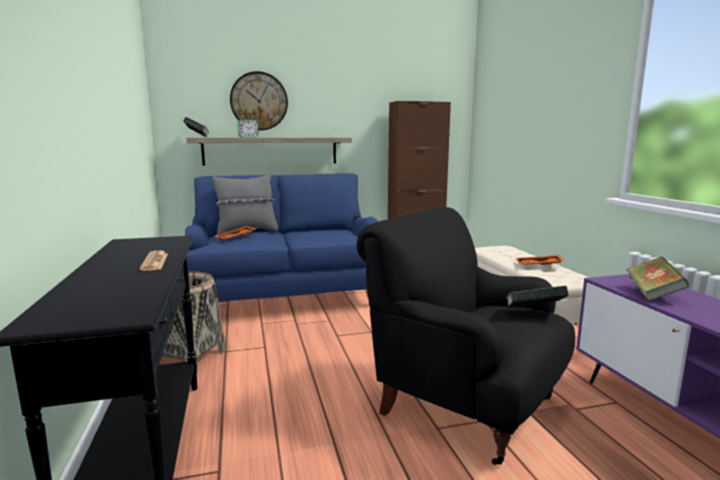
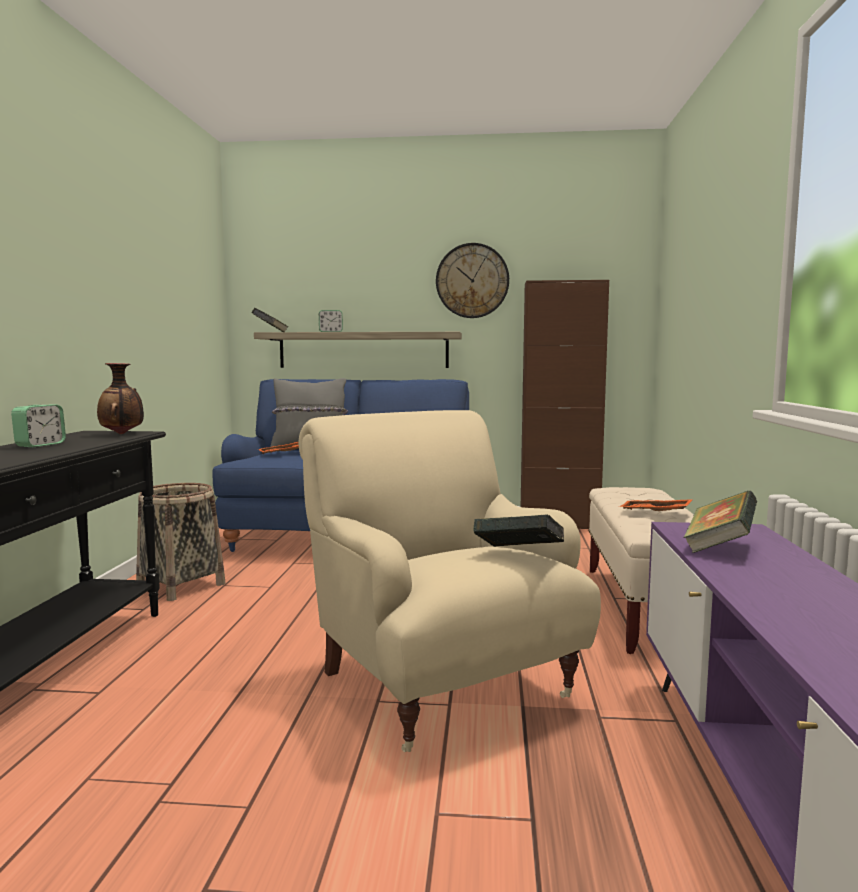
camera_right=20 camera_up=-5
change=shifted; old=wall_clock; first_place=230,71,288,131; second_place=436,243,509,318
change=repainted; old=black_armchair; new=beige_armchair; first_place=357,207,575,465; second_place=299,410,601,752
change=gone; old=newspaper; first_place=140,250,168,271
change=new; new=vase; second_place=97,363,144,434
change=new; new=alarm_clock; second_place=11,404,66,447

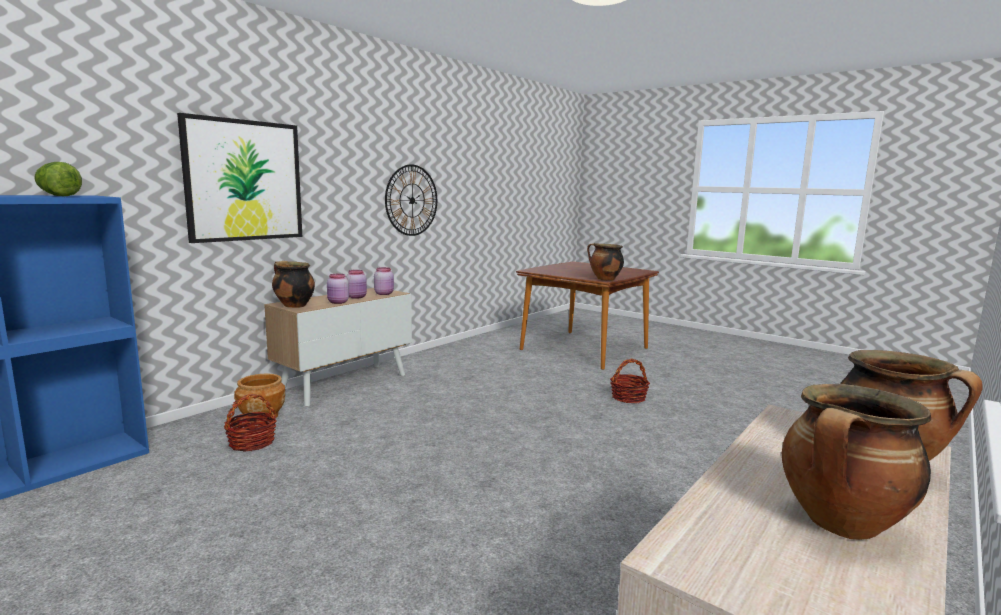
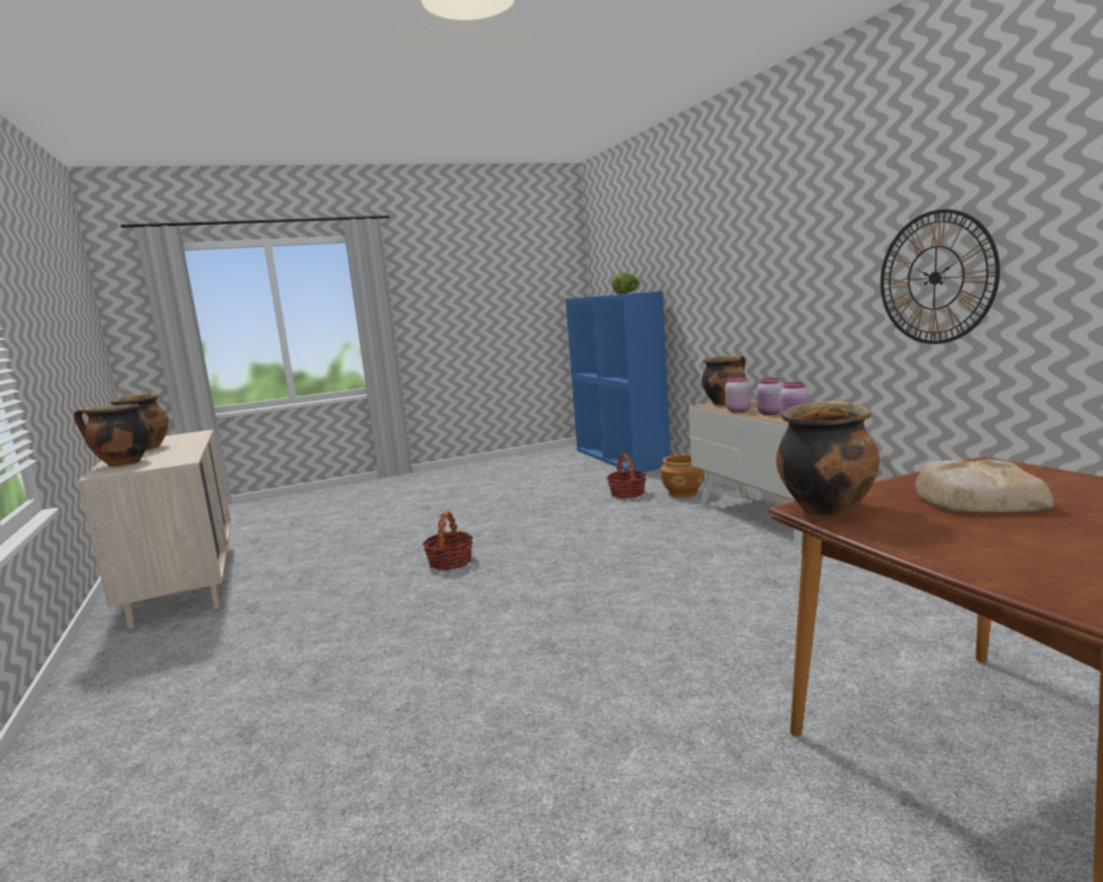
camera_right=120 camera_up=0
change=gone; old=picture; first_place=177,113,302,243
change=shifted; old=basket; first_place=610,359,650,403; second_place=422,511,473,570
change=new; new=bread; second_place=915,460,1054,513

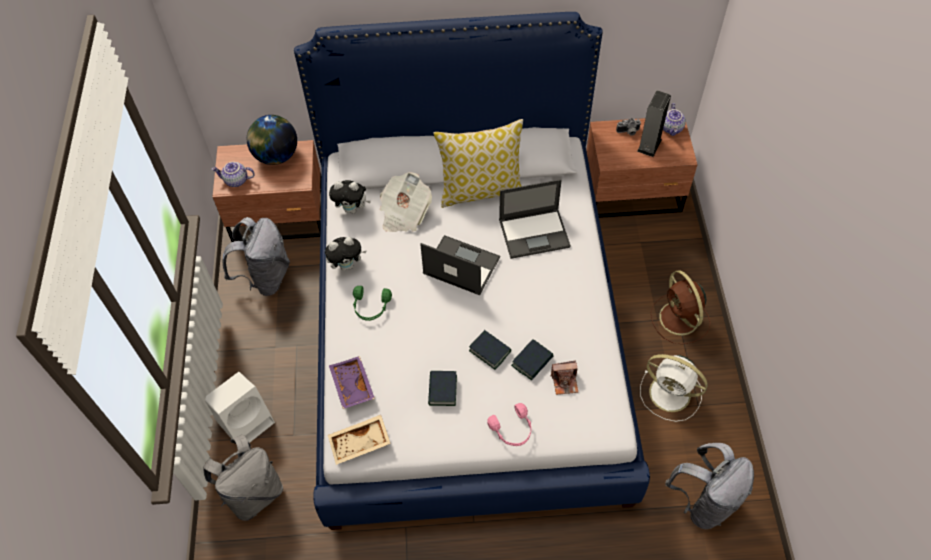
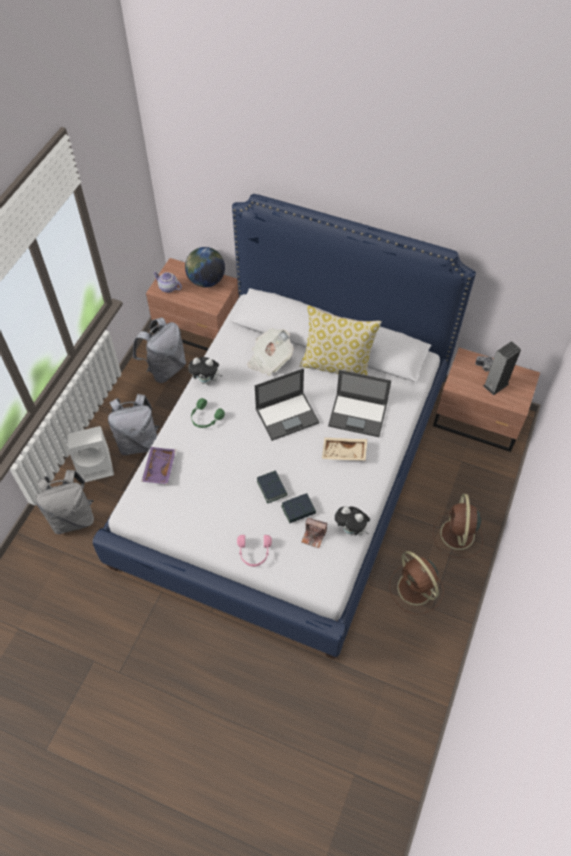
camera_right=25 camera_up=0
change=gone; old=teapot; first_place=663,103,686,136
change=shifted; old=plush_toy; first_place=329,180,371,214; second_place=335,506,370,536
change=rotated; old=laptop; first_place=420,235,501,295; second_place=255,368,319,441; degrees=105
change=repainted; old=white_fan; new=brown_fan; first_place=640,354,708,422; second_place=389,551,444,615
change=gone; old=book; first_place=428,371,457,406
change=shifted; old=beige_tray; first_place=328,415,391,465; second_place=322,438,367,461
change=shifted; old=grey_backpack; first_place=665,443,754,529; second_place=108,394,159,455

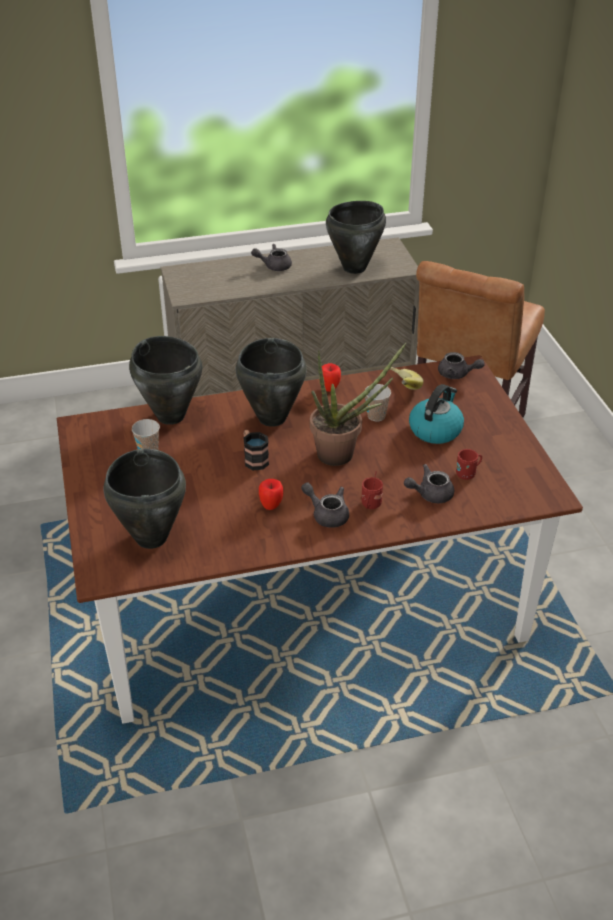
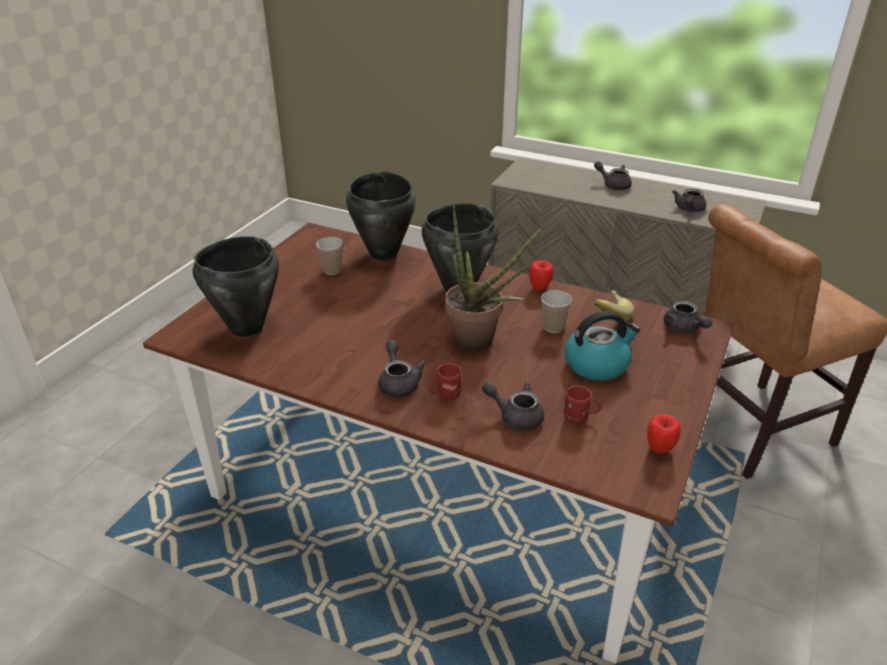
camera_right=40 camera_up=-5
change=swapped; old=black_cooking_pot; new=grey_teapot; first_place=326,201,386,274; second_place=672,189,706,212
change=gone; old=mug; first_place=244,430,269,470
change=shifted; old=apple; first_place=259,479,283,510; second_place=647,415,681,453

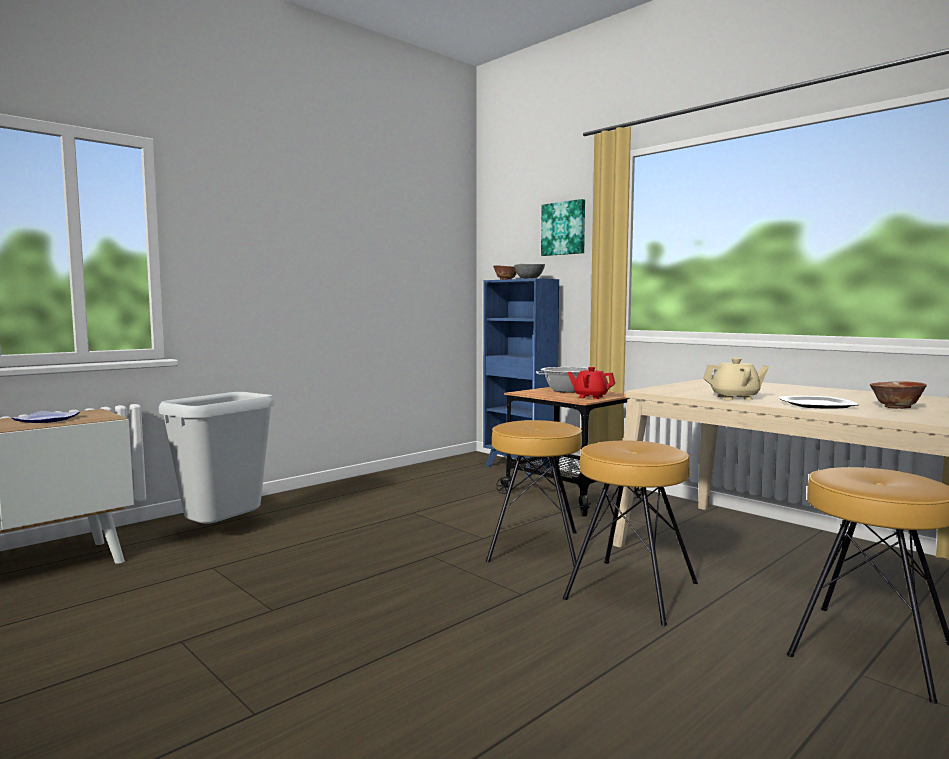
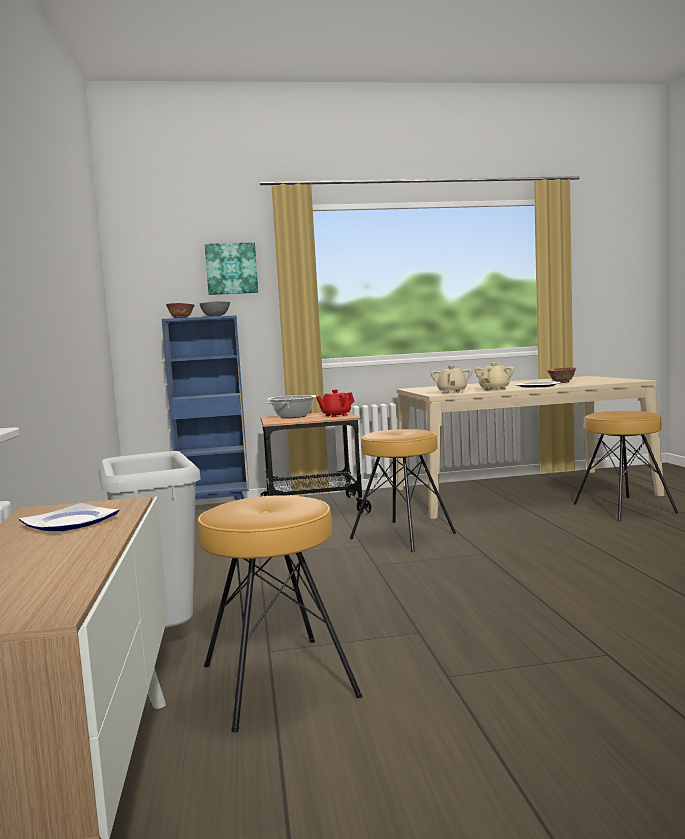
camera_right=-55 camera_up=0
change=shifted; old=brown_stool; first_place=563,440,698,626; second_place=198,495,362,733
change=new; new=beige_teapot; second_place=431,365,473,394

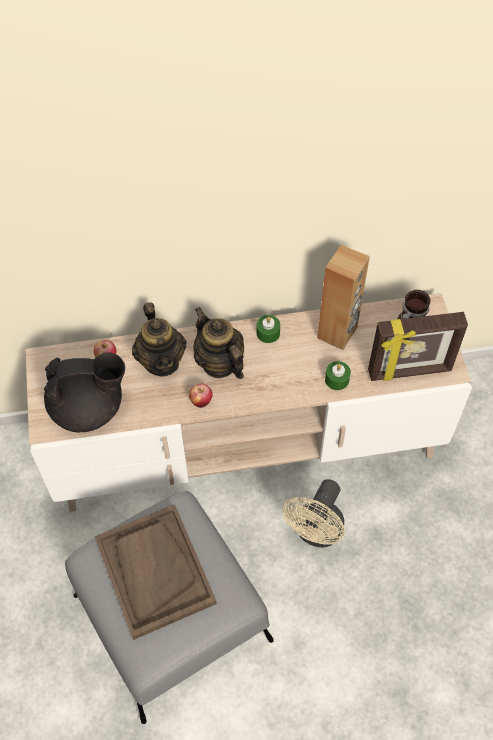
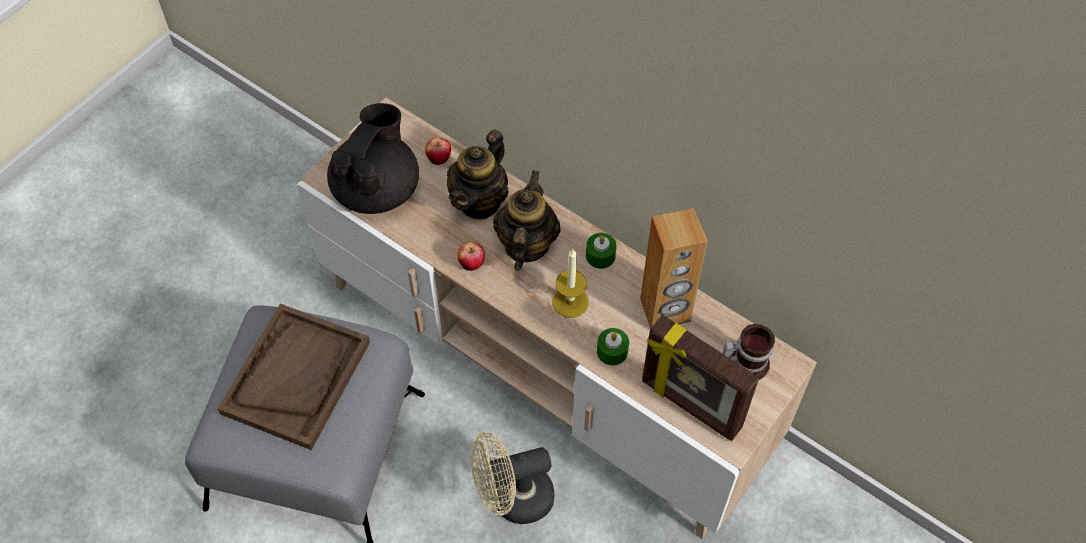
camera_right=45 camera_up=0
change=rotated; old=black_teapot; first_place=44,352,125,432; second_place=327,103,419,214; degrees=-105
change=new; new=candle; second_place=552,249,589,318

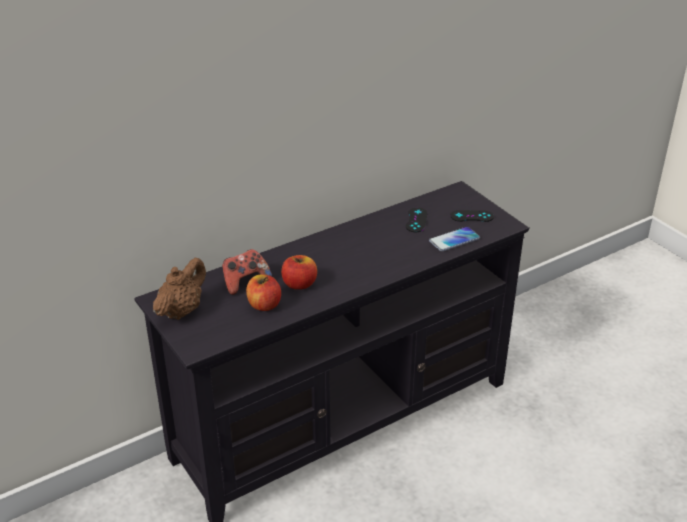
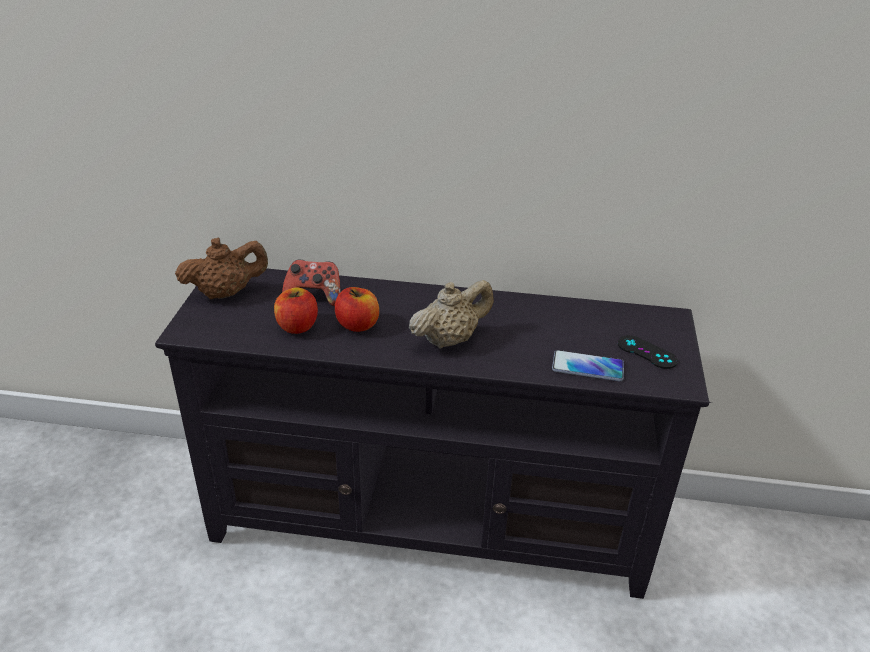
camera_right=40 camera_up=0
change=gone; old=black_game_controller; first_place=406,208,427,232
change=new; new=beige_teapot; second_place=409,280,494,349

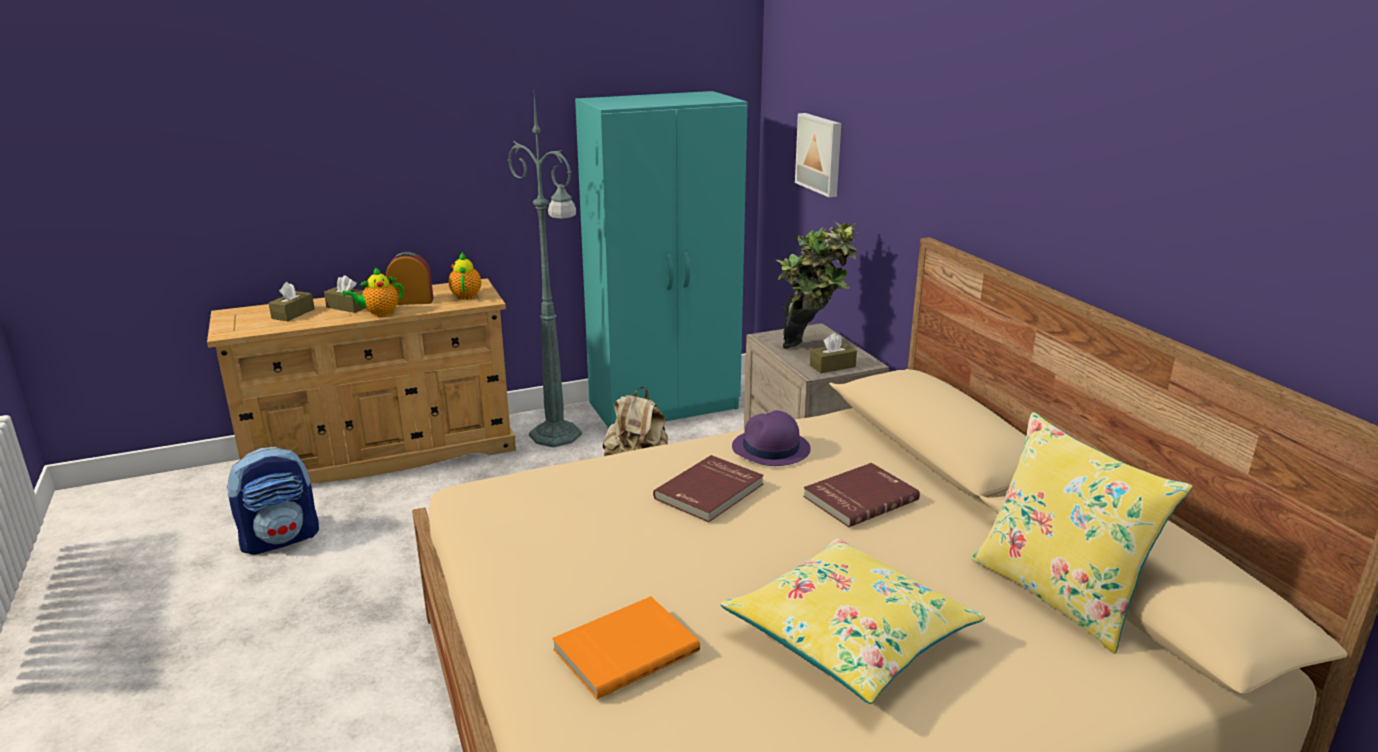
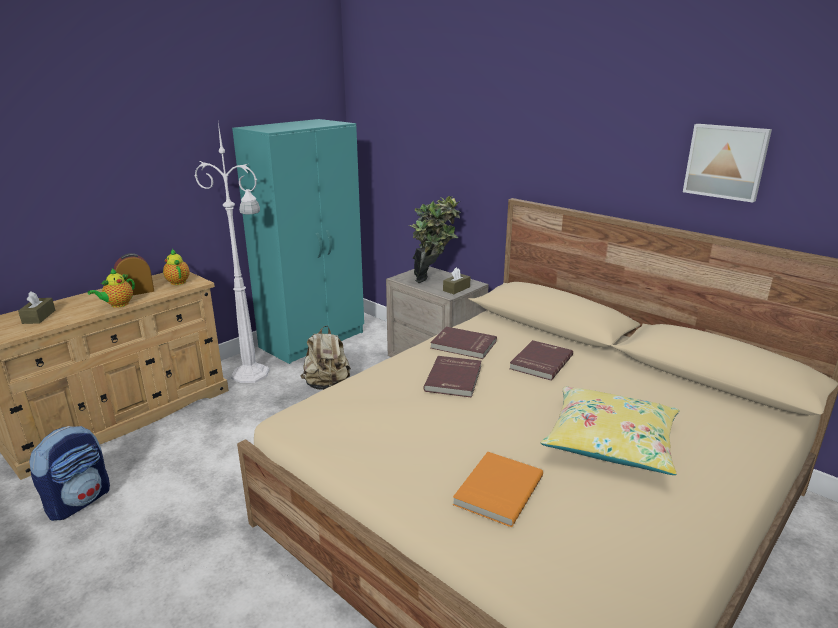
camera_right=-25 camera_up=0
change=repainted; old=green_floor_lamp; new=white_floor_lamp; first_place=508,95,582,448; second_place=195,123,269,383
change=shifted; old=picture; first_place=795,113,841,197; second_place=683,124,772,203
change=gone; old=brown_tissue_box; first_place=324,275,365,313
change=swapped; old=purple_hat; new=red_book; first_place=732,410,811,466; second_place=430,327,497,359
change=gone; old=yellow_pillow; first_place=971,412,1193,654

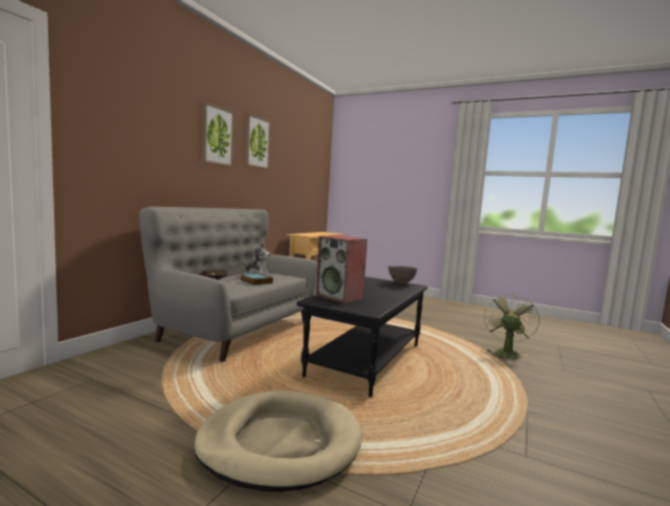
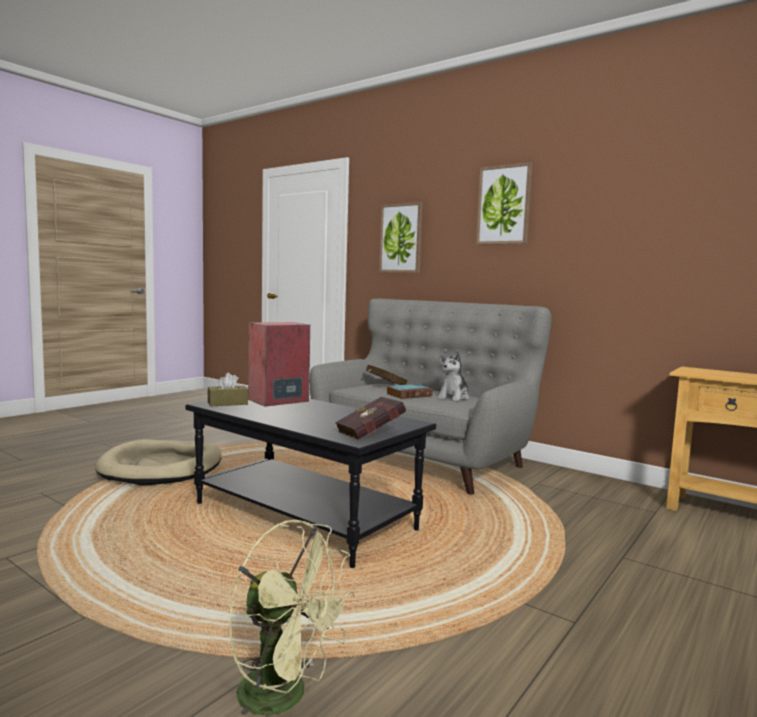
camera_right=100 camera_up=0
change=shifted; old=picture; first_place=245,113,271,169; second_place=379,202,423,273
change=swapped; old=brown_bowl; new=red_book; first_place=388,266,418,284; second_place=335,397,407,440
change=new; new=brown_tissue_box; second_place=207,373,248,406

